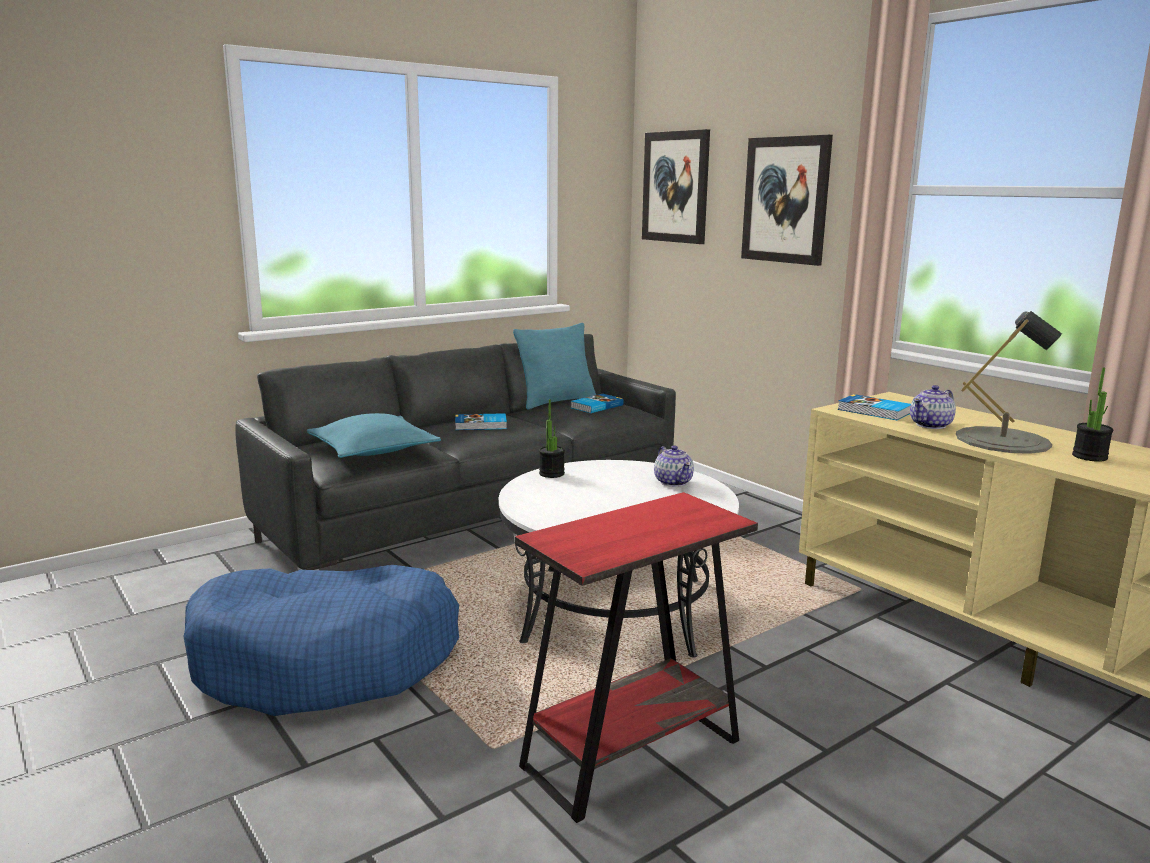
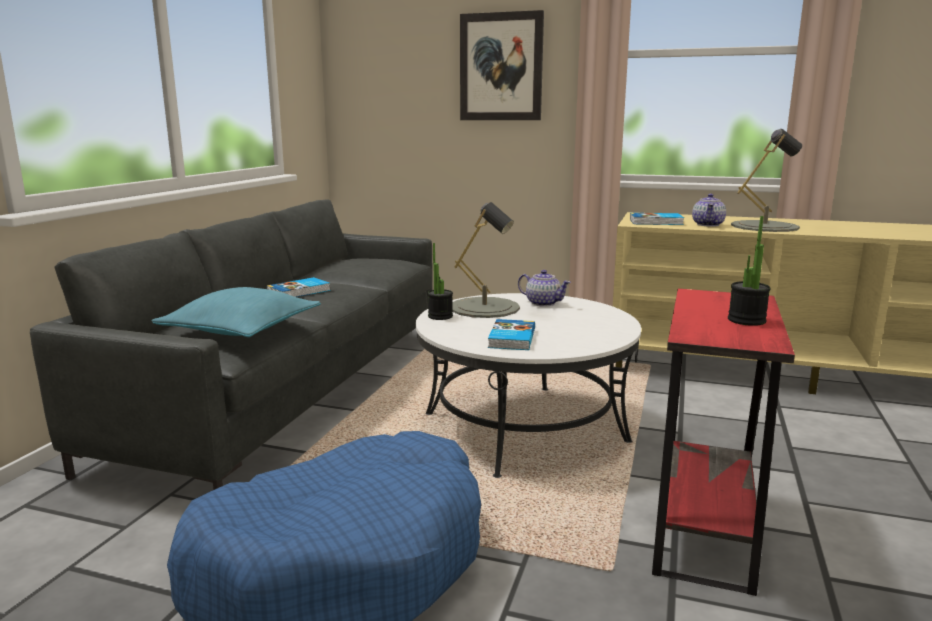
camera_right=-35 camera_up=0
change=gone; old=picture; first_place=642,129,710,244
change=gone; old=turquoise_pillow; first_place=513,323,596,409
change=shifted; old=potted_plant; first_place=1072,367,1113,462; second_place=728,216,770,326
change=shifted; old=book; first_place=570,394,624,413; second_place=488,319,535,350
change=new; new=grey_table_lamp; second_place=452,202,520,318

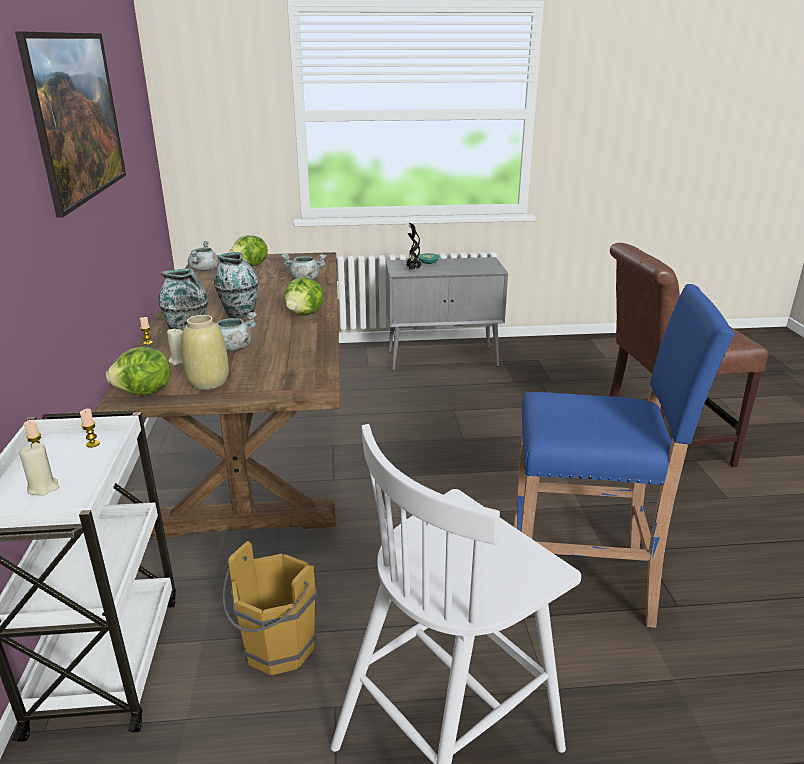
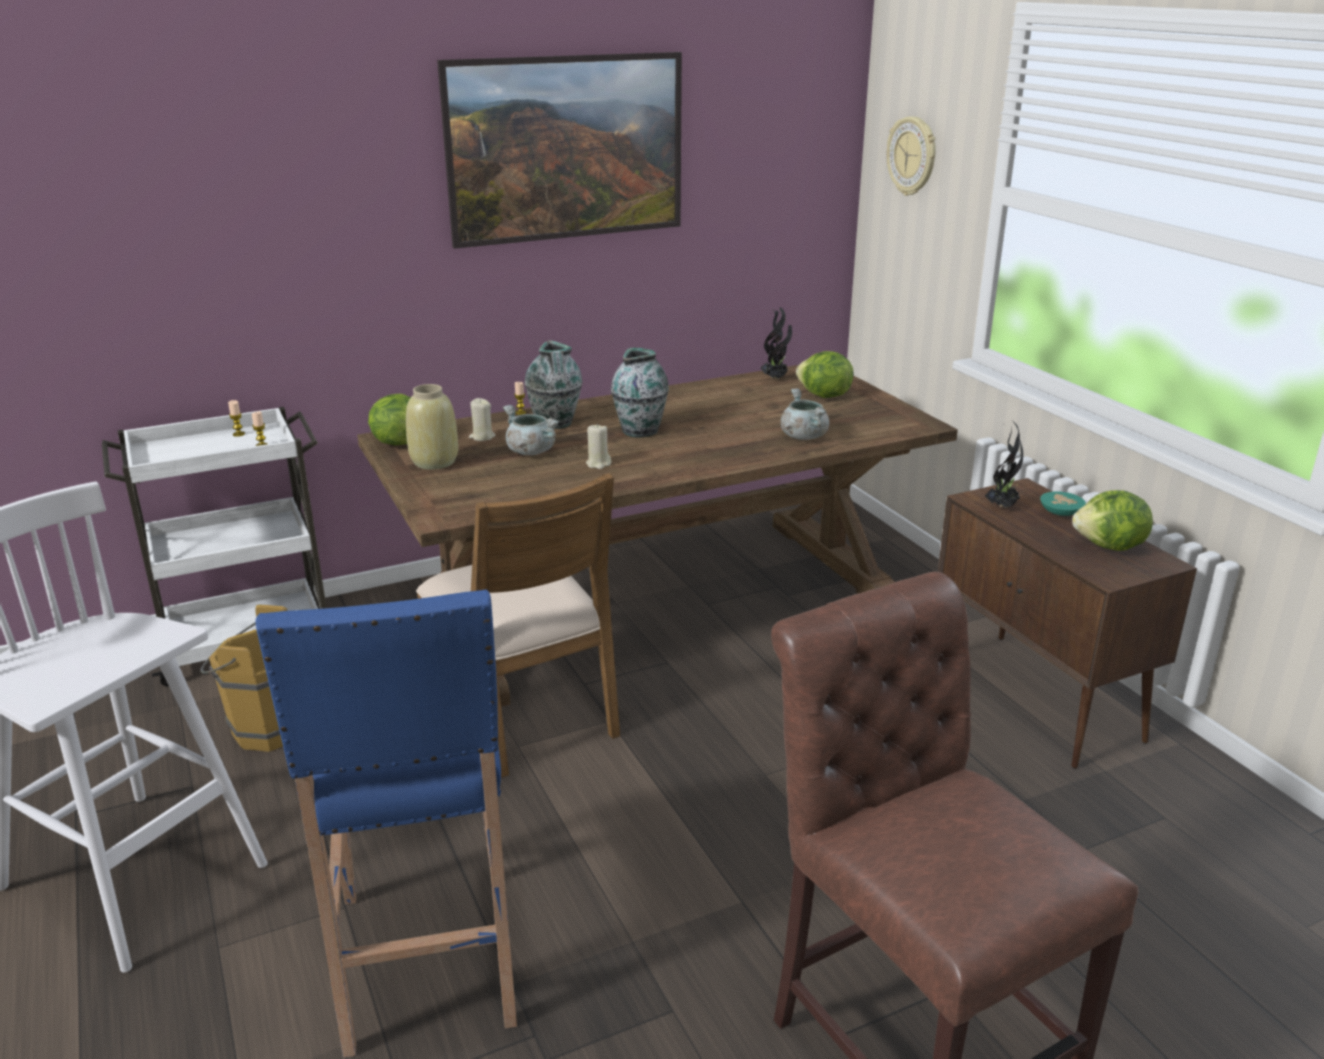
camera_right=70 camera_up=0
change=swapped; old=grey_cooking_pot; new=potted_plant; first_place=188,241,219,271; second_place=760,307,792,379
change=repainted; old=grey_cabinet; new=brown_cabinet; first_place=386,257,508,371; second_place=938,478,1197,769
change=shifted; old=lettuce; first_place=284,278,324,315; second_place=1072,490,1153,551
change=shifted; old=beige_candle; first_place=19,443,59,496; second_place=586,423,611,469
change=new; new=wall_clock; second_place=886,116,936,196
change=new; new=brown_chair; second_place=416,473,620,778

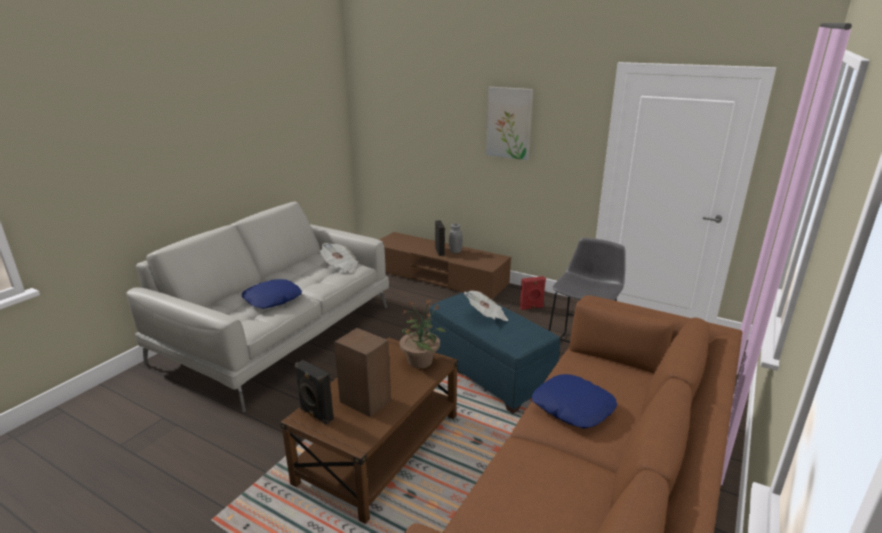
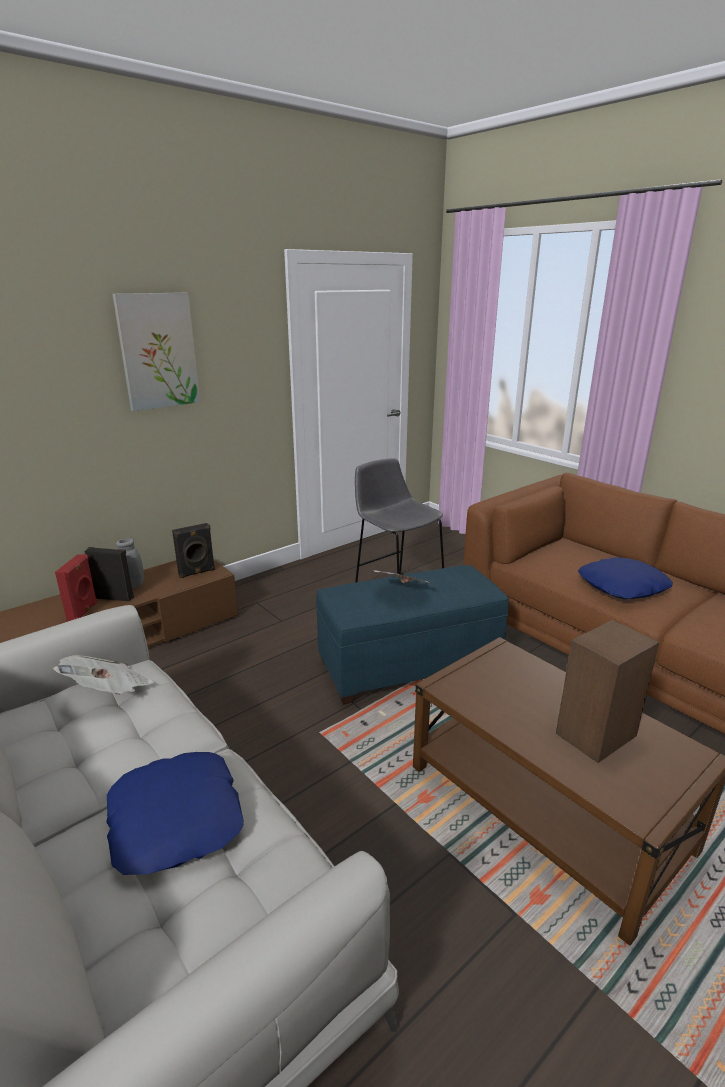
camera_right=-70 camera_up=0
change=shifted; old=red_speaker; first_place=520,276,546,310; second_place=55,554,97,622
change=gone; old=potted_plant; first_place=400,299,446,368
change=shifted; old=black_speaker; first_place=295,360,334,425; second_place=172,523,215,578

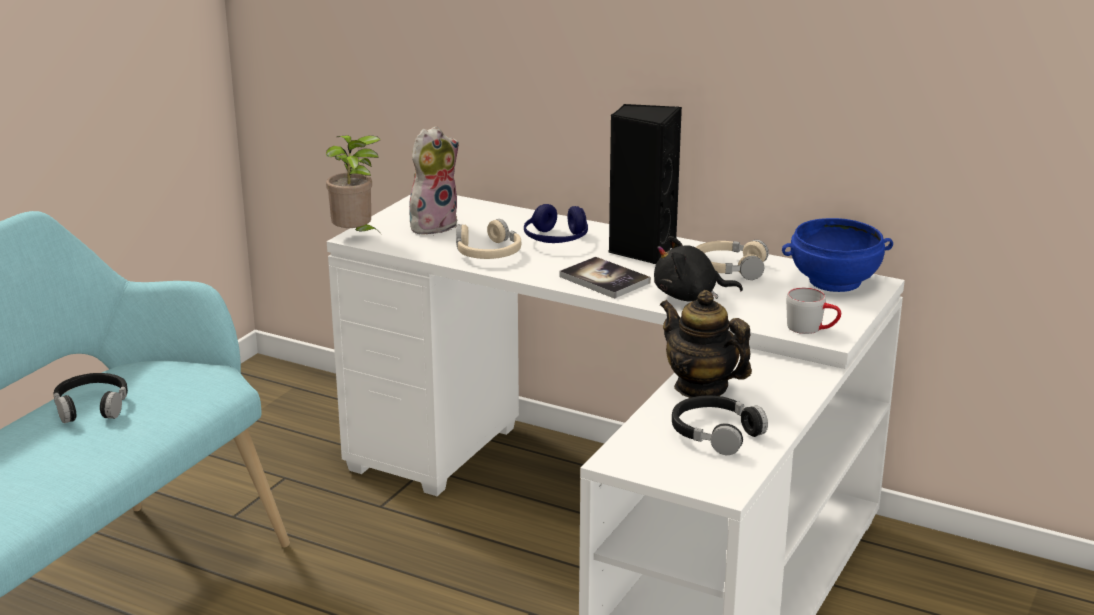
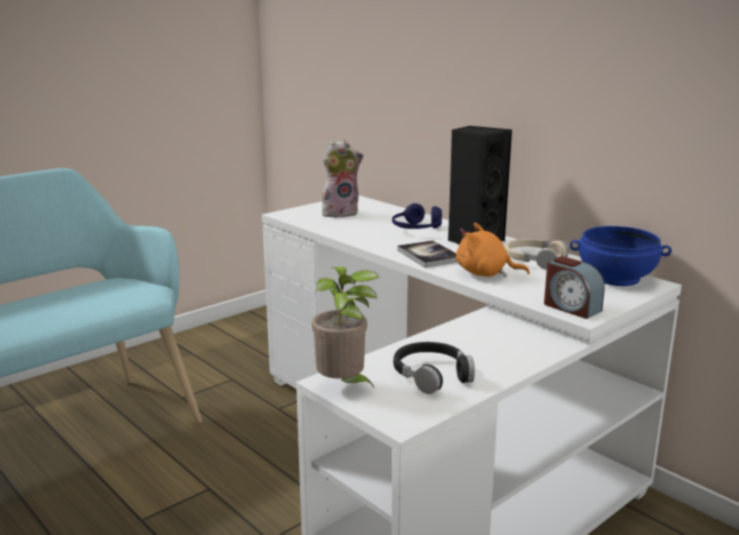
camera_right=20 camera_up=-5
change=shifted; old=potted_plant; first_place=326,135,381,232; second_place=312,267,379,387
change=gone; old=beige_headphones; first_place=456,219,521,259
change=repainted; old=black_plush_toy; new=orange_plush_toy; first_place=654,236,743,302; second_place=456,223,530,277
change=swapped; old=grey_mug; new=alarm_clock; first_place=786,287,841,334; second_place=544,256,605,319
change=gone; old=teapot; first_place=660,290,752,398
change=gone; old=black_headphones; first_place=54,373,128,423

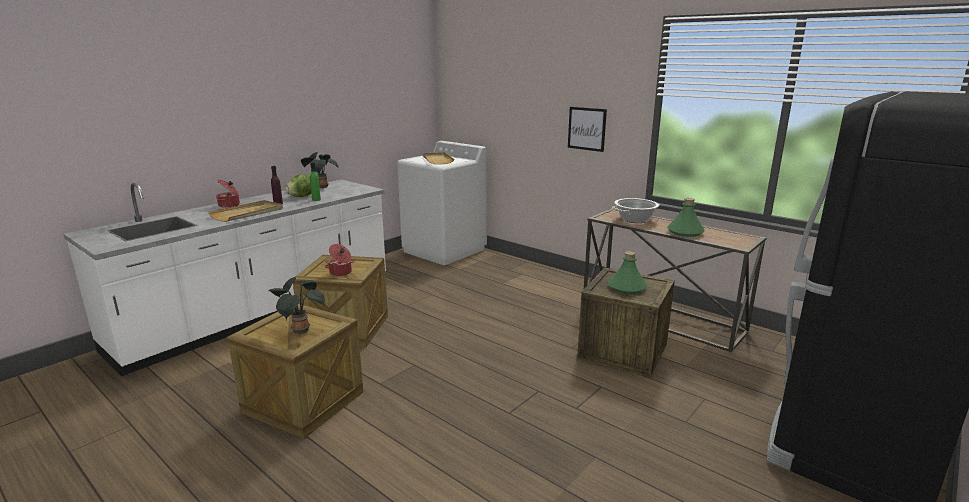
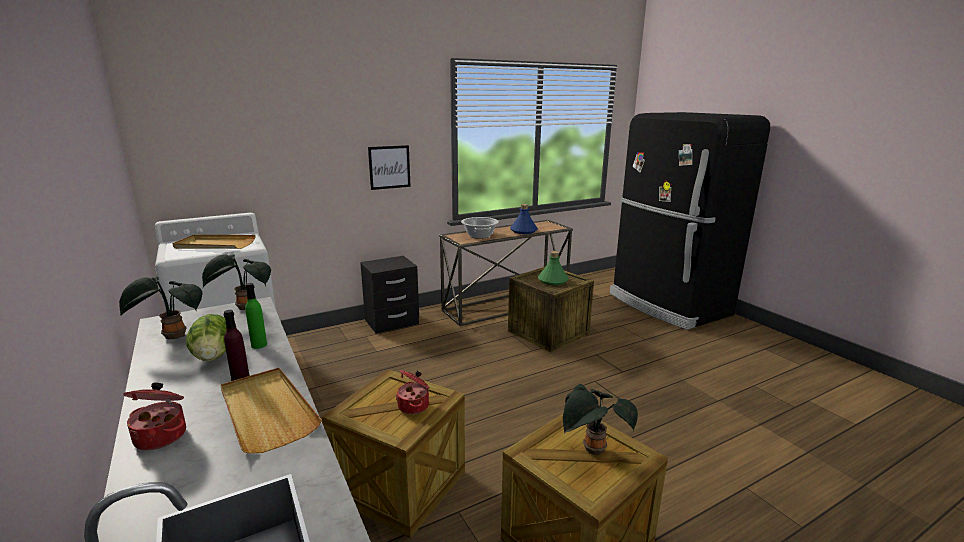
camera_right=-70 camera_up=0
change=repainted; old=green_bottle; new=blue_bottle; first_place=667,198,705,237; second_place=510,204,538,234
change=new; new=potted_plant; second_place=202,254,271,310
change=new; new=black_nightstand; second_place=360,256,419,334

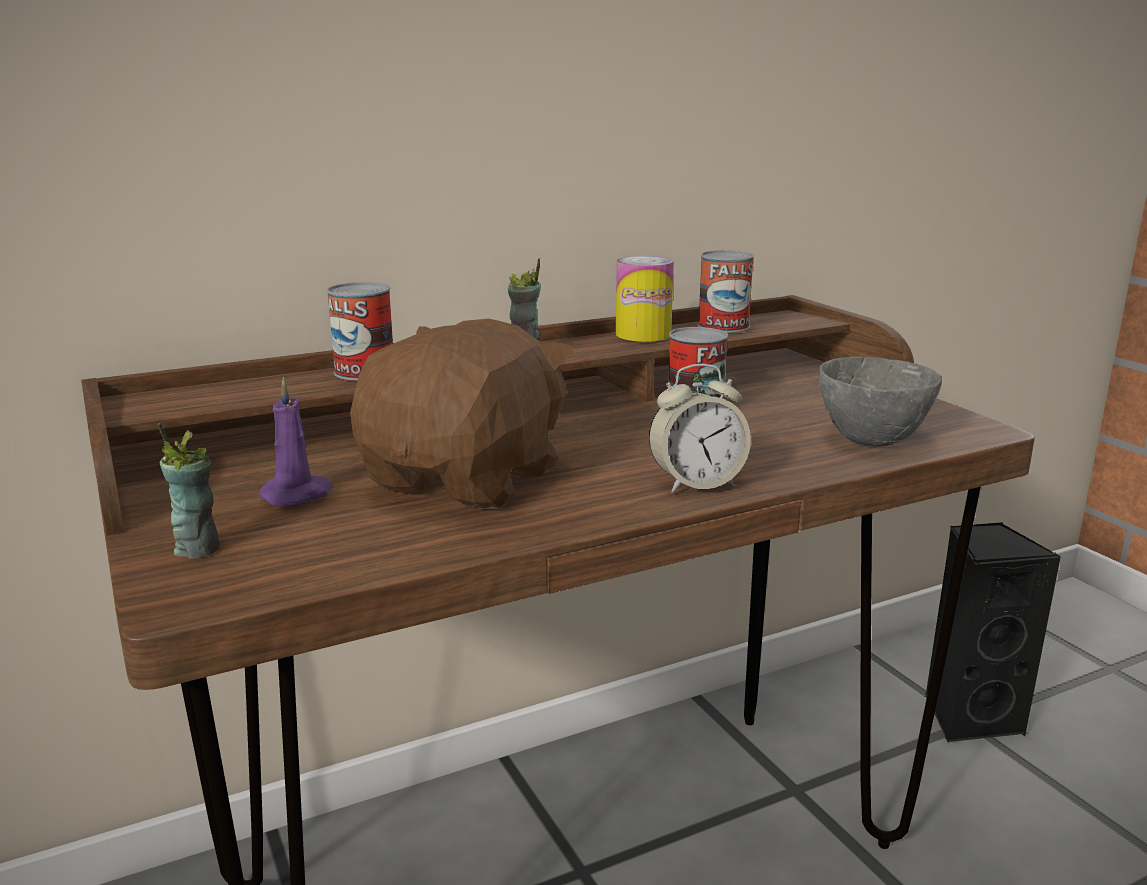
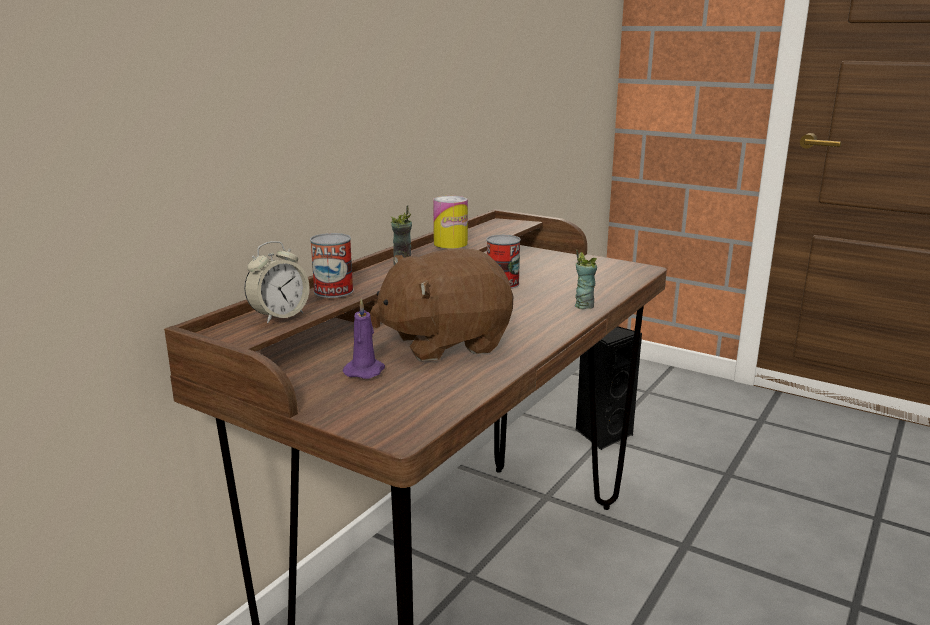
camera_right=-30 camera_up=0
change=gone; old=can; first_place=698,250,754,333
change=rotated; old=brown_plush_toy; first_place=350,319,574,509; second_place=371,248,513,361; degrees=-105
change=gone; old=grey_bowl; first_place=819,357,942,447
change=shifted; old=alarm_clock; first_place=649,364,751,493; second_place=244,241,310,324
change=shifted; old=cup; first_place=157,423,220,559; second_place=575,250,597,309

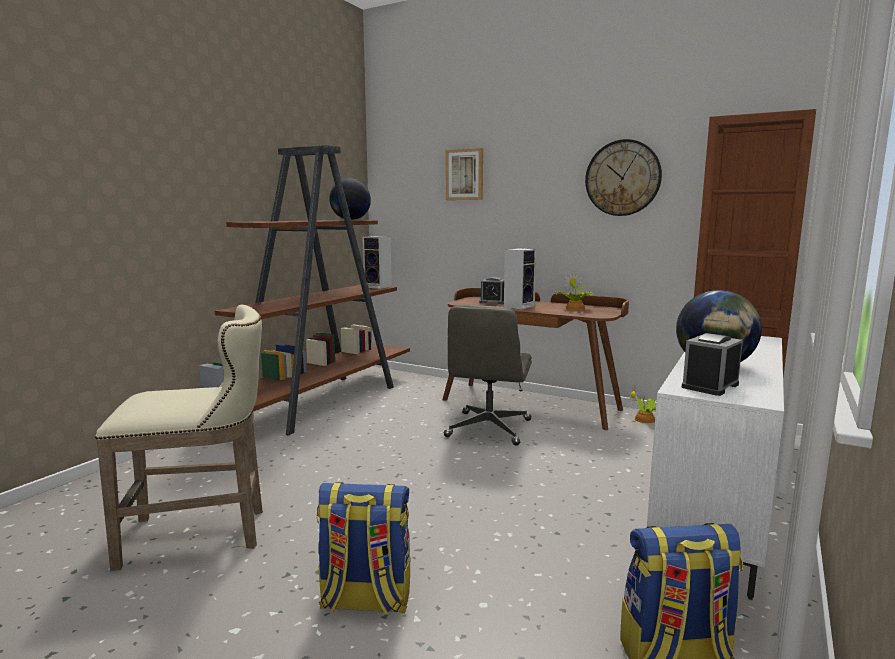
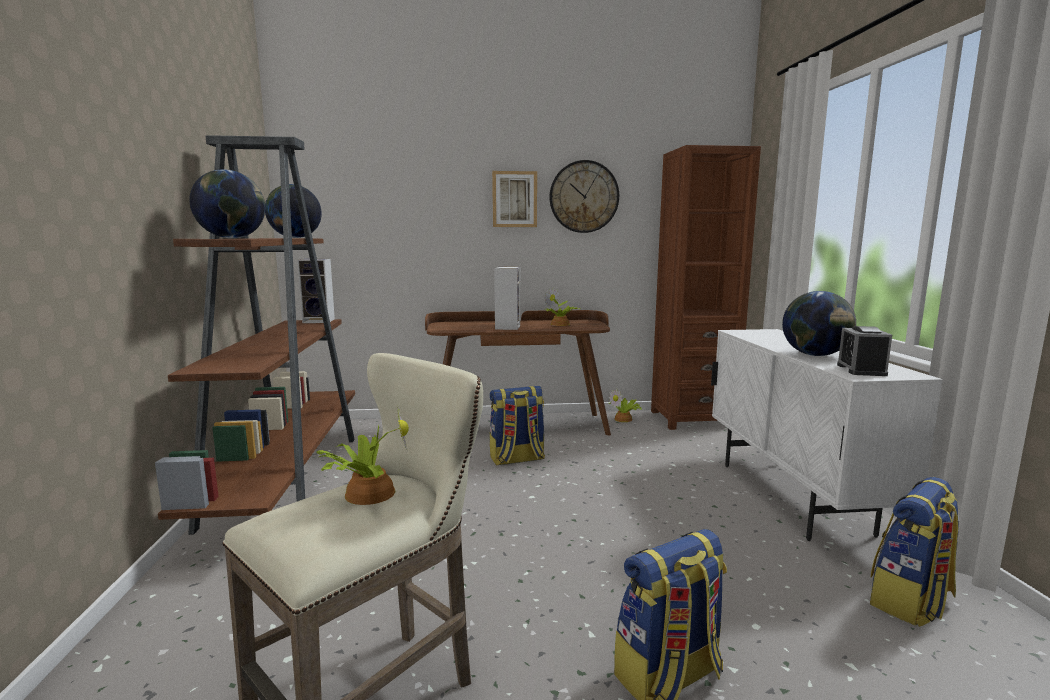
camera_right=-35 camera_up=0
change=shifted; old=picture; first_place=446,148,483,200; second_place=492,171,537,227
change=gone; old=alarm_clock; first_place=479,277,504,304
change=swapped; old=grey_office_chair; new=backpack; first_place=444,305,532,446; second_place=489,386,545,466
change=new; new=globe; second_place=189,169,265,238
change=new; new=potted_plant; second_place=316,408,409,505

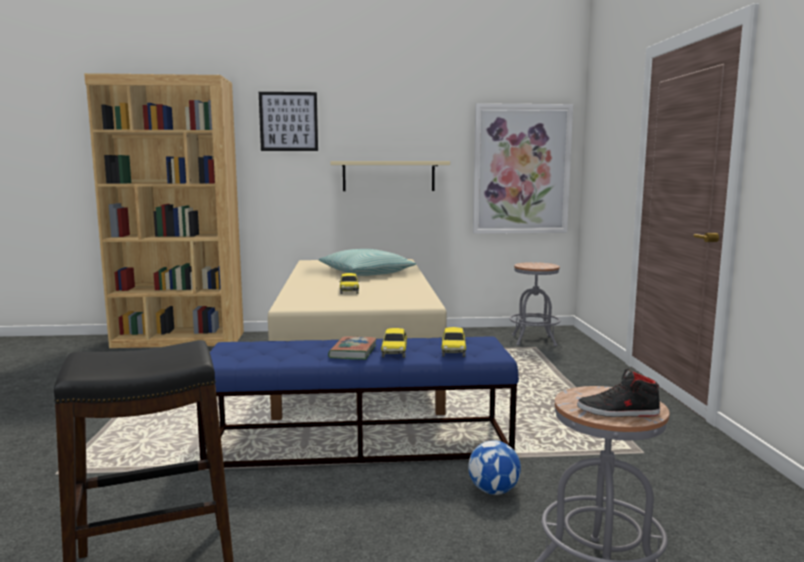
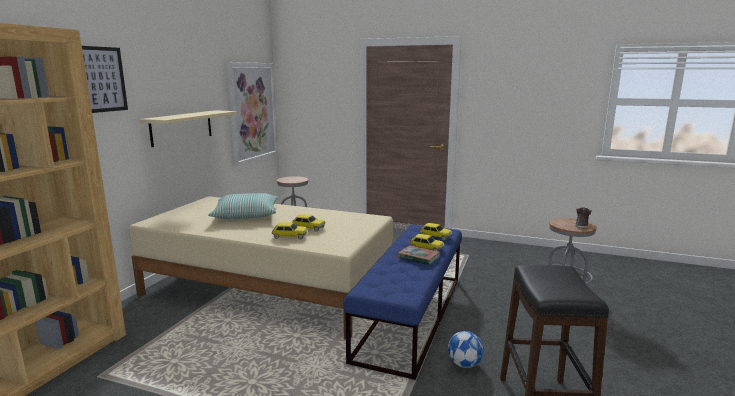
camera_right=-65 camera_up=5
change=shifted; old=football; first_place=468,440,521,495; second_place=448,331,484,368
change=new; new=toy_car; second_place=272,222,307,239

